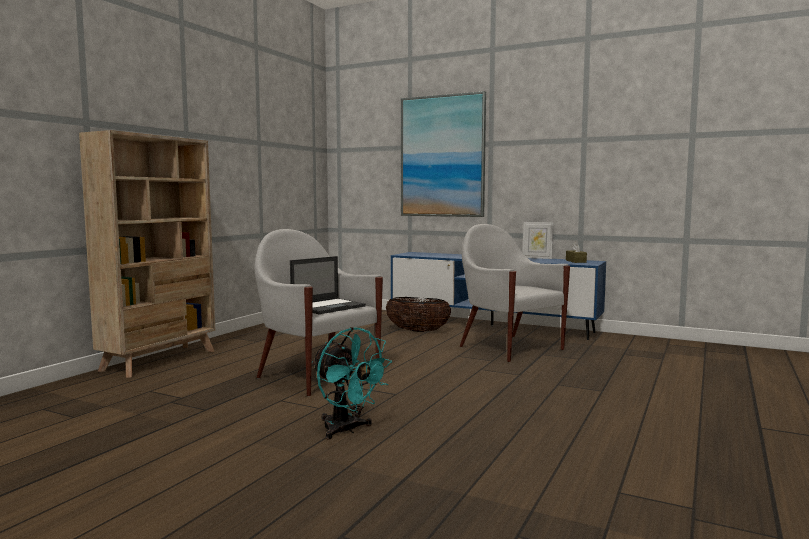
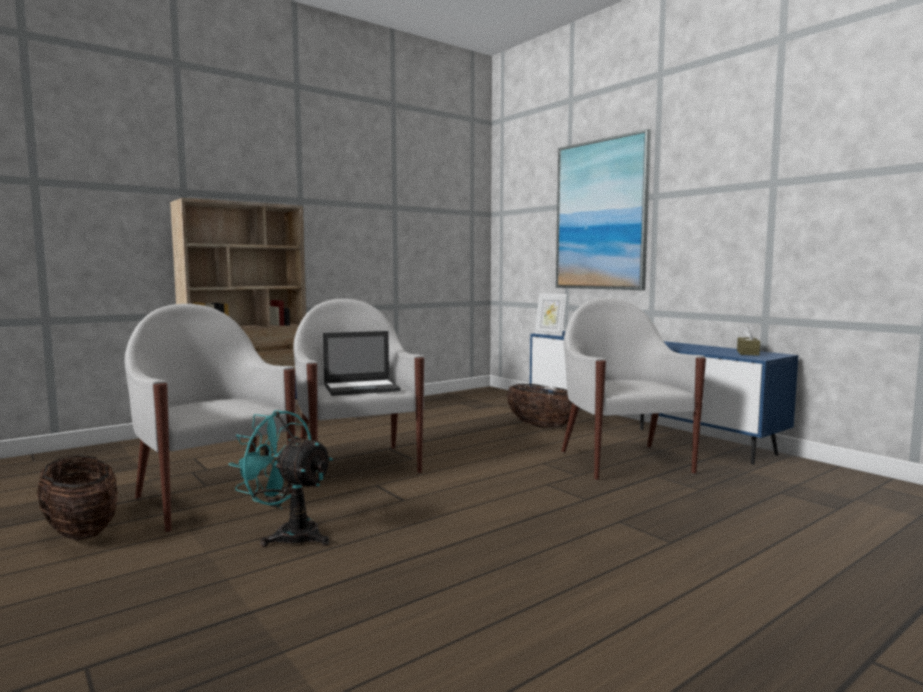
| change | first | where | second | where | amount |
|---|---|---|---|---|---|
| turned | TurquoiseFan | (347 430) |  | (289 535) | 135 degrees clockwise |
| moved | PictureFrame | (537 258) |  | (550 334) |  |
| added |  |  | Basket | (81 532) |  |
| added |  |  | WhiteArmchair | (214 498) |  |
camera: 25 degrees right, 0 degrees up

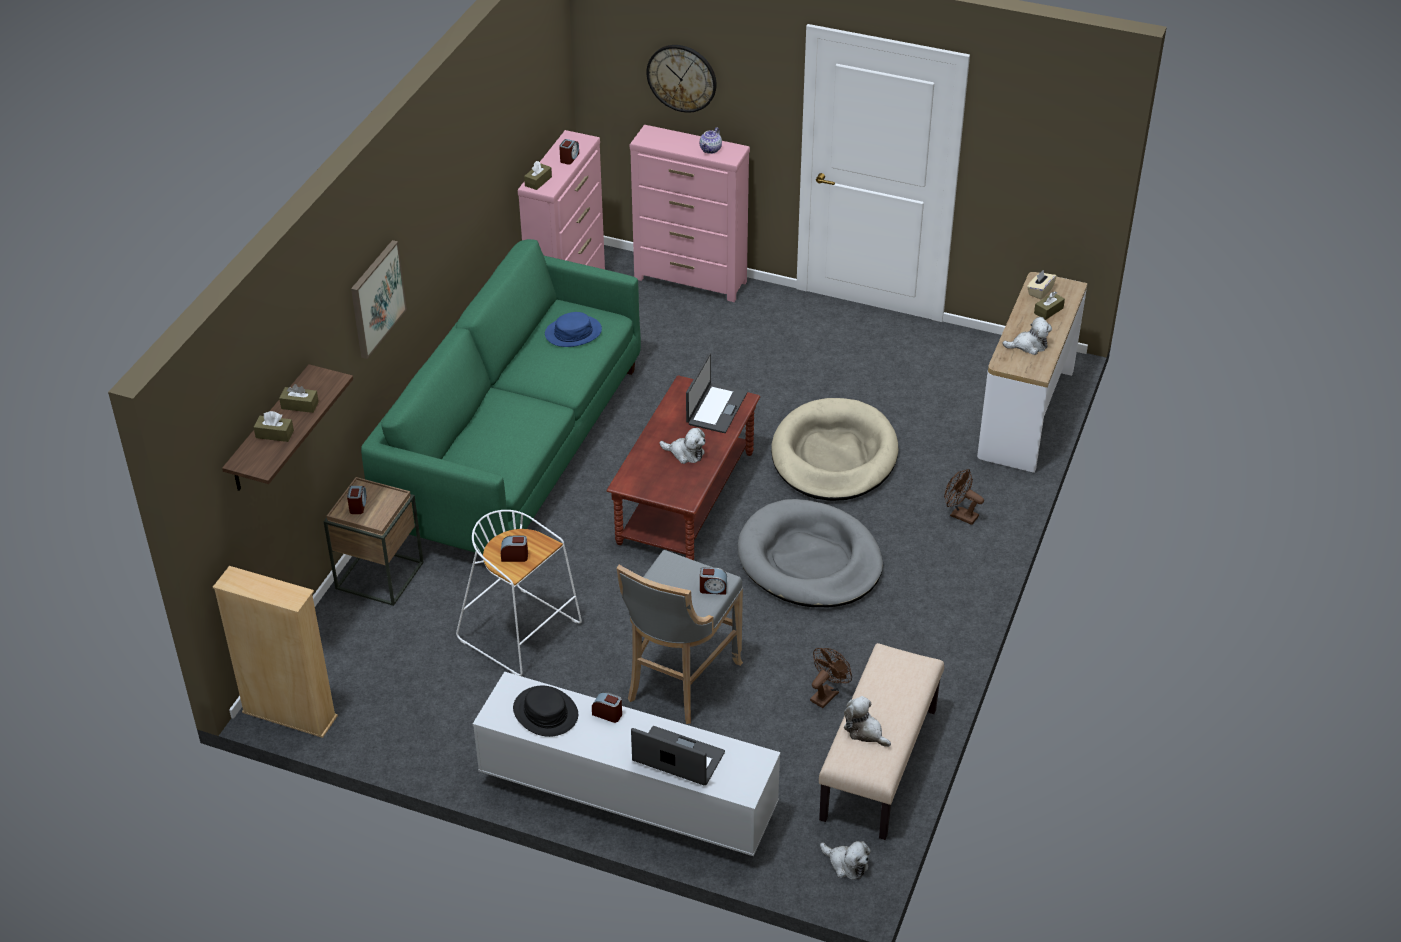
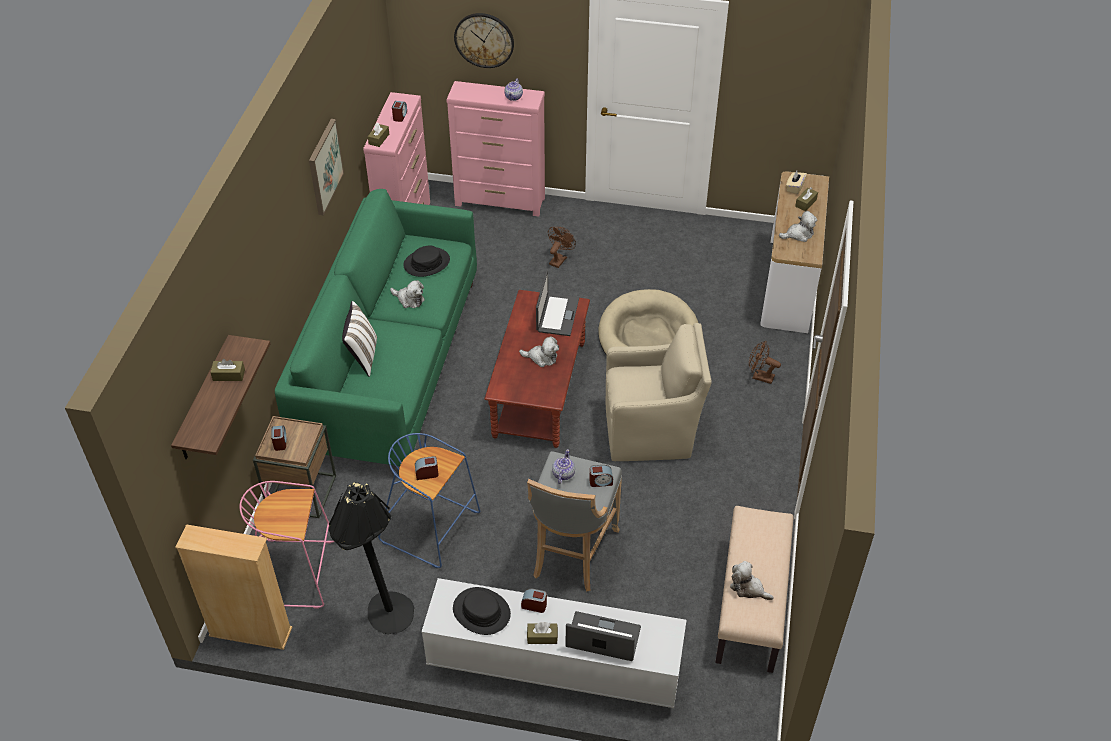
| change | first | where | second | where | amount |
|---|---|---|---|---|---|
| moved | BrownTissueBox | (274 434) |  | (542 637) |  |
| moved | Picture | (376 298) |  | (324 166) |  |
| recoloured | WhiteStool | (522 632) | BlueStool | (432 527) |  |
| recoloured | BlueHat | (573 332) | BlackHat | (426 263) |  |
| replaced | GreyDogBed | (809 560) | BeigeArmchair | (651 431) |  |
| moved | BrownFan | (827 694) |  | (559 259) |  |
| moved | PlushToy | (846 864) |  | (409 299) |  |
| added |  |  | PinkStool | (295 572) |  |
| added |  |  | BlackFloorLamp | (382 621) |  |
| added |  |  | WhitePillow | (362 356) |  |
| added |  |  | Teapot | (563 474) |  |
camera: 10 degrees left, 5 degrees up

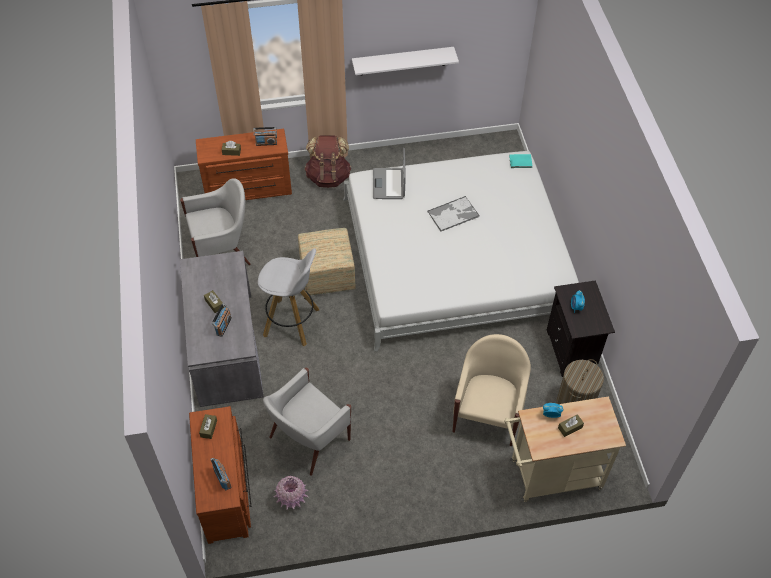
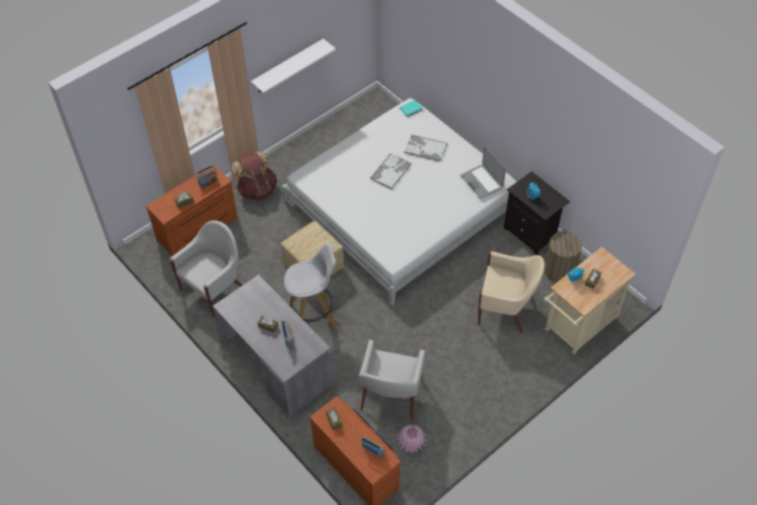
| change | first | where | second | where | amount |
|---|---|---|---|---|---|
| moved | Laptop | (389 184) |  | (482 182) |  |
| turned | BeigeArmchair | (488 414) |  | (506 309) | 120 degrees clockwise |
| added |  |  | Tray | (425 148) |  |
camera: 30 degrees left, 0 degrees up

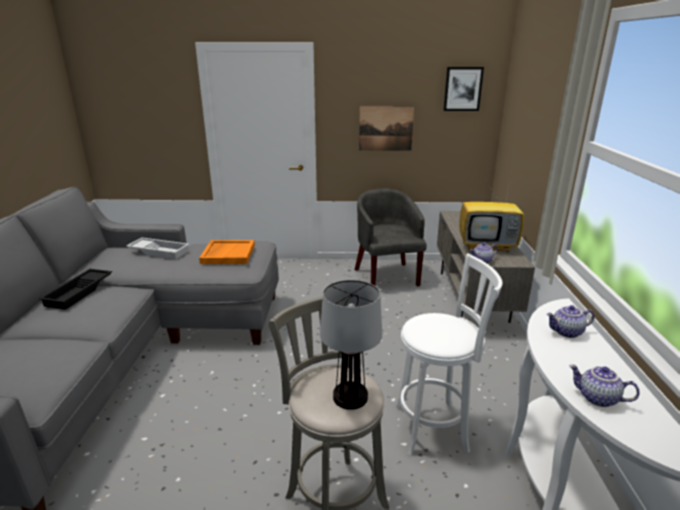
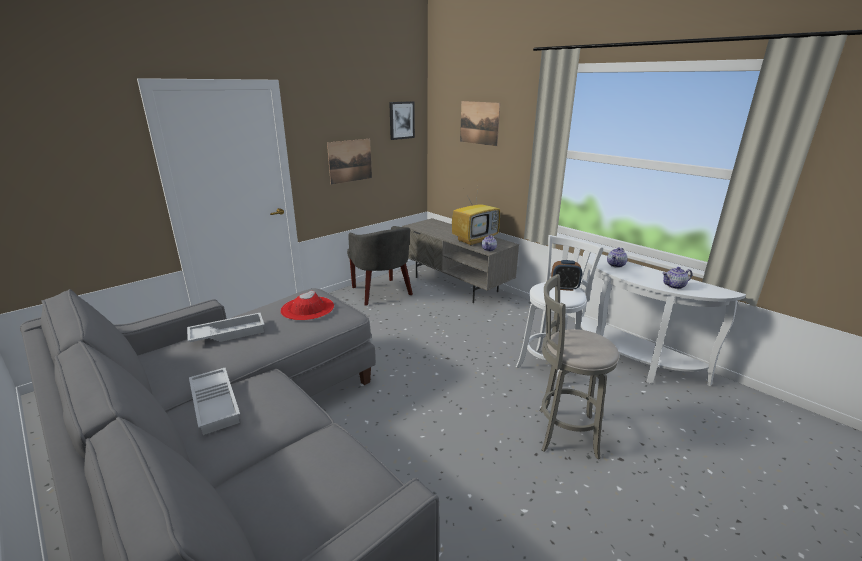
| change | first | where | second | where | amount |
|---|---|---|---|---|---|
| recoloured | BlackTray | (80 292) | WhiteTray | (216 404) |  |
| replaced | OrangeTray | (228 254) | RedHat | (307 308) |  |
| removed | TableLamp | (349 397) |  |  |  |
| turned | GreyArmchair | (386 275) |  | (381 292) | 150 degrees counterclockwise |
| added |  |  | Picture | (479 123) |  |
| added |  |  | AlarmClock | (564 288) |  |
camera: 45 degrees left, 0 degrees up

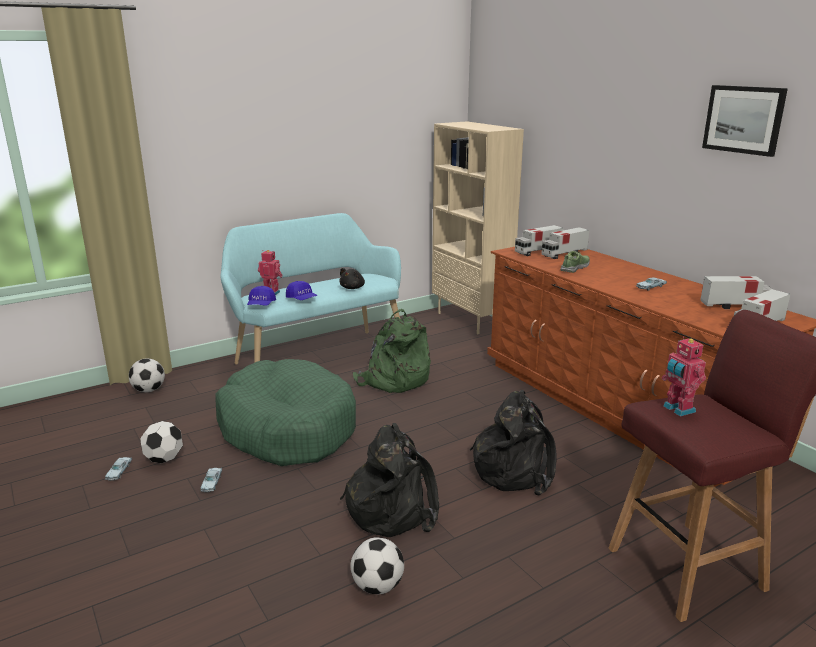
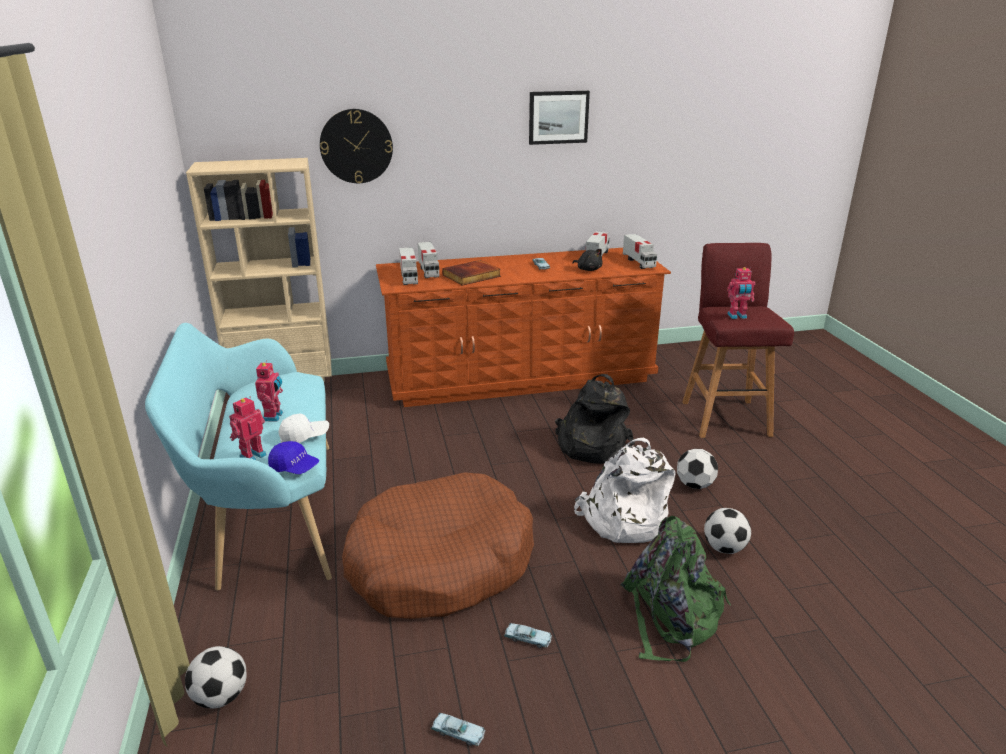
| change | first | where | second | where | amount |
|---|---|---|---|---|---|
| moved | Football | (164 459) |  | (694 485) |  |
| recoloured | GreenDogBed | (287 428) | BrownDogBed | (440 563) |  |
| recoloured | BlueCap | (302 299) | WhiteCap | (304 436) |  |
| moved | BlackPlushToy | (353 288) |  | (588 269) |  |
| recoloured | BlackBackpack | (392 508) | WhiteBackpack | (622 520) |  |
| moved | GreenBackpack | (394 380) |  | (671 617) |  |
| replaced | Shoe | (575 268) | Book | (471 276) |  |
| added |  |  | ToyRobot | (274 416) |  |
| added |  |  | WallClock | (356 146) |  |
camera: 70 degrees left, 5 degrees up

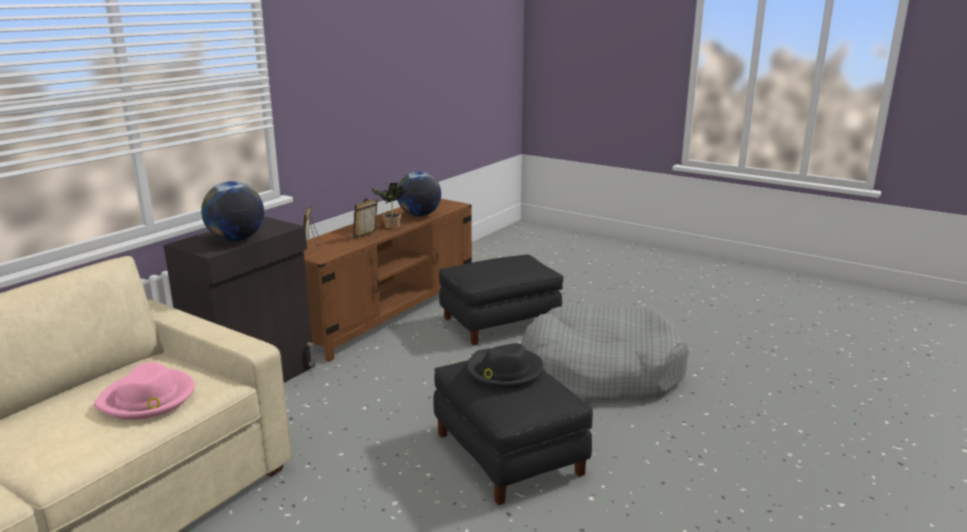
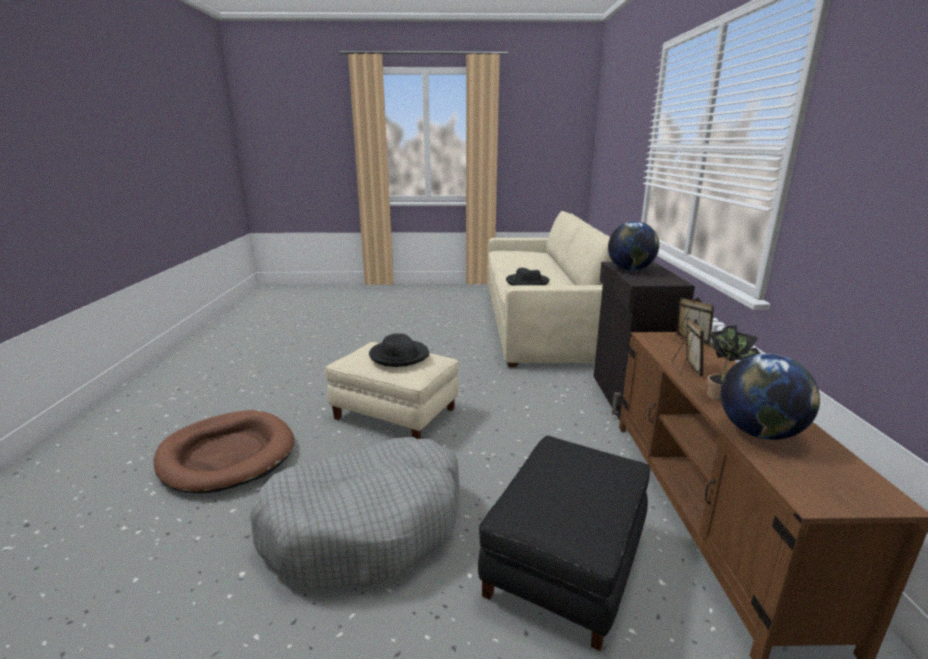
| change | first | where | second | where | amount |
|---|---|---|---|---|---|
| recoloured | PinkHat | (148 398) | BlackHat | (527 282) |  |
| recoloured | BlackOttoman | (509 453) | BeigeOttoman | (394 414) |  |
| added |  |  | BrownDogBed | (227 455) |  |
camera: 145 degrees right, 0 degrees up

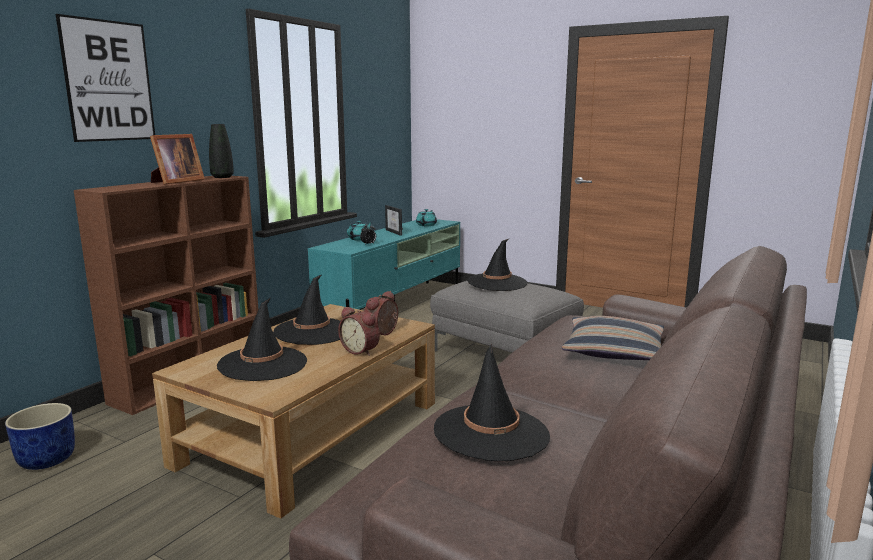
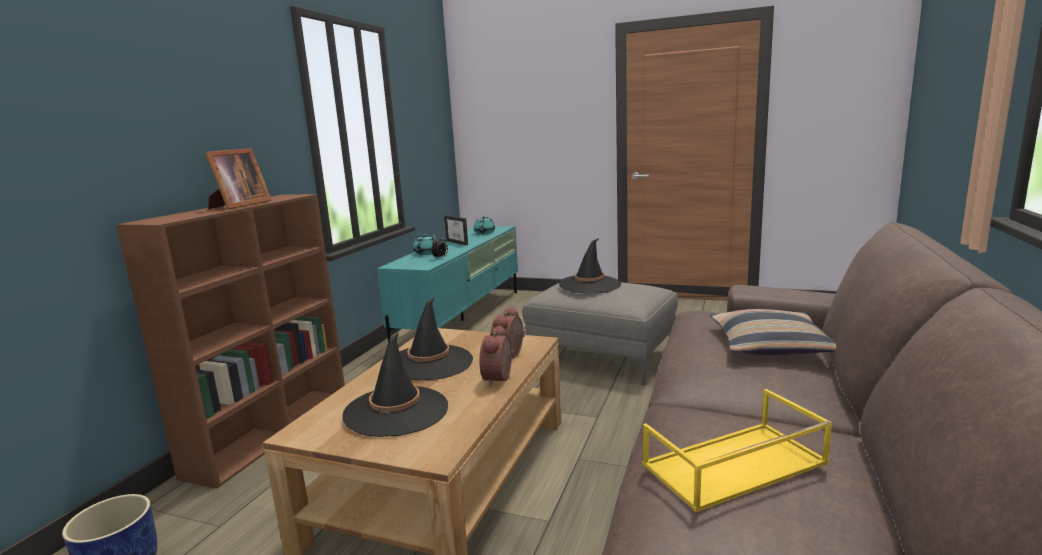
| change | first | where | second | where | amount |
|---|---|---|---|---|---|
| removed | Picture | (108 81) |  |  |  |
| removed | BlackVase | (222 177) |  |  |  |
| turned | AlarmClock | (361 350) |  | (500 378) | 75 degrees clockwise |
| replaced | BlackHat | (491 433) | YellowTray | (734 465) |  |
camera: 10 degrees left, 0 degrees up

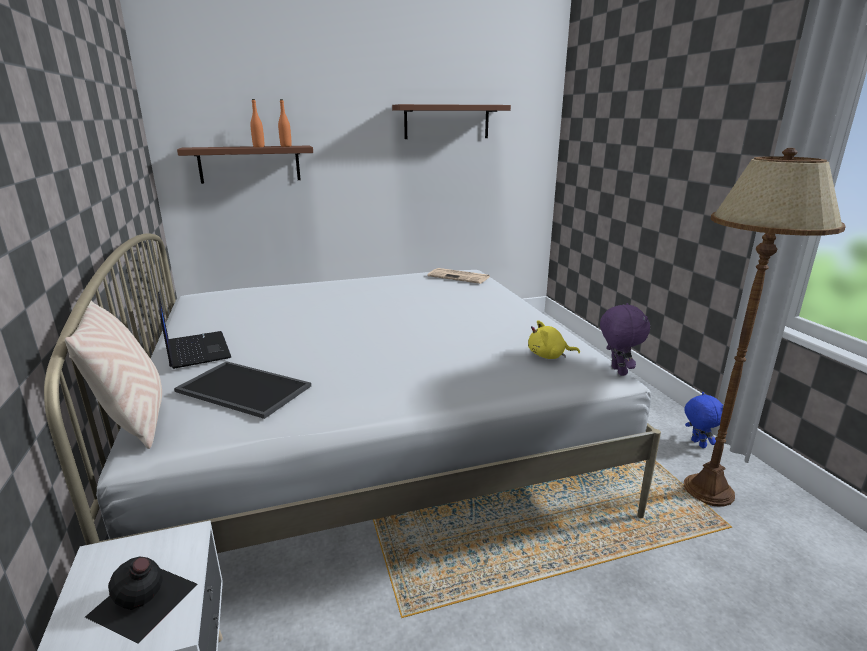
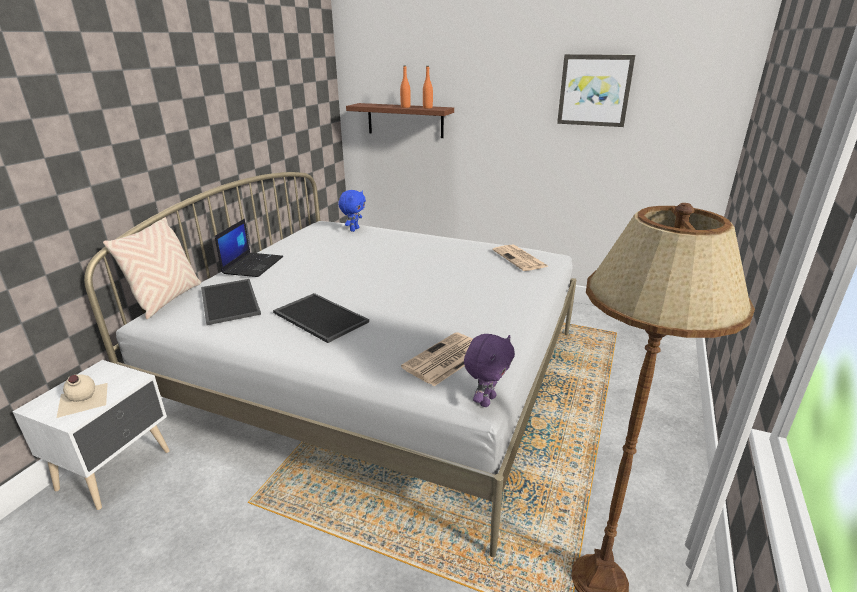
| change | first | where | second | where | amount |
|---|---|---|---|---|---|
| recoloured | BlackBottle | (142 601) | BeigeBottle | (82 400) |  |
| replaced | BrownShelf | (447 122) | Picture | (594 90) |  |
| replaced | YellowPlushToy | (549 356) | Newspaper | (445 360) |  |
| moved | BluePlushToy | (697 444) |  | (354 229) |  |
| added |  |  | Tray | (318 317) |  |
camera: 40 degrees right, 5 degrees up

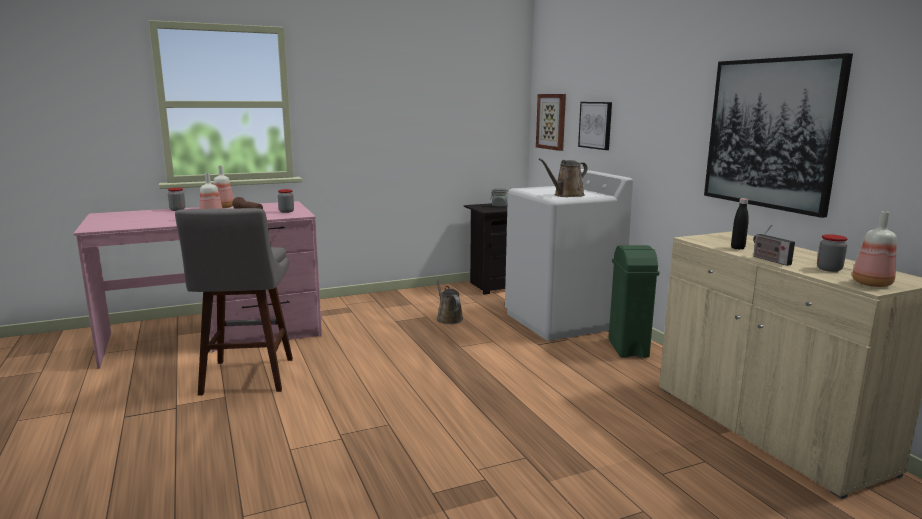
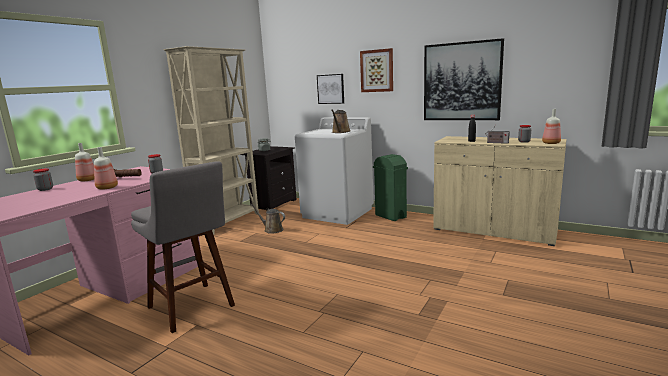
| change | first | where | second | where | amount |
|---|---|---|---|---|---|
| moved | Picture | (552 121) |  | (377 71) |  |
| added |  |  | BeigeBookcase | (228 222) |  |
camera: 35 degrees left, 0 degrees up

